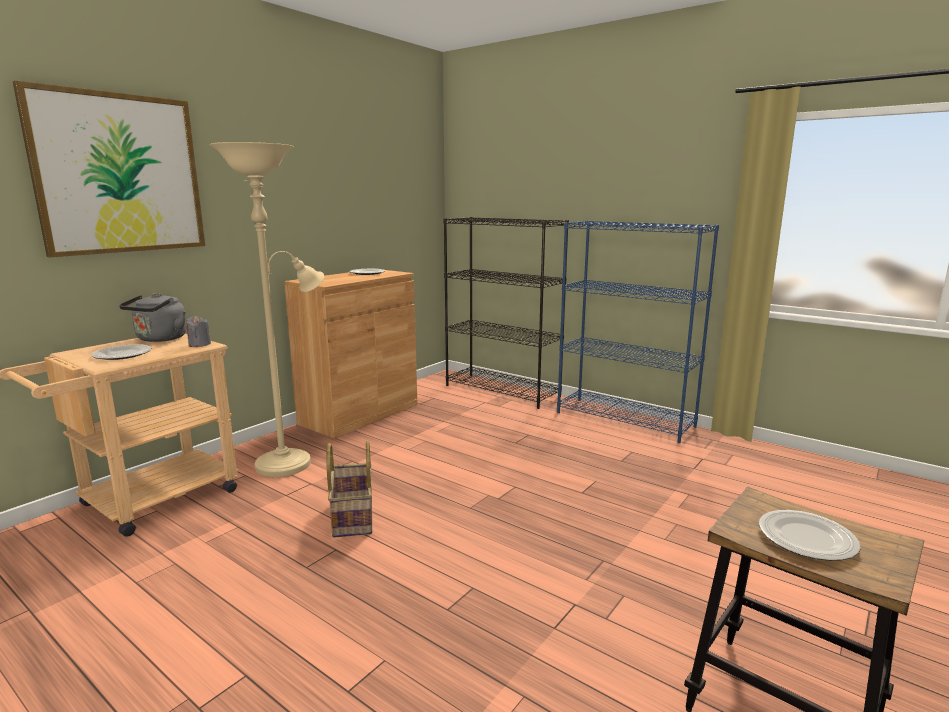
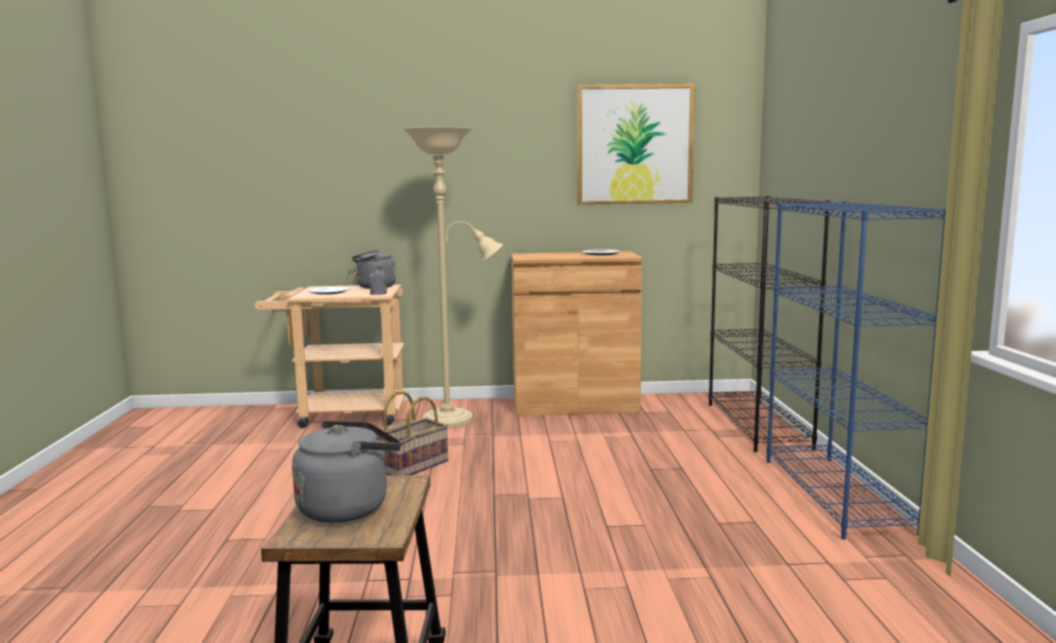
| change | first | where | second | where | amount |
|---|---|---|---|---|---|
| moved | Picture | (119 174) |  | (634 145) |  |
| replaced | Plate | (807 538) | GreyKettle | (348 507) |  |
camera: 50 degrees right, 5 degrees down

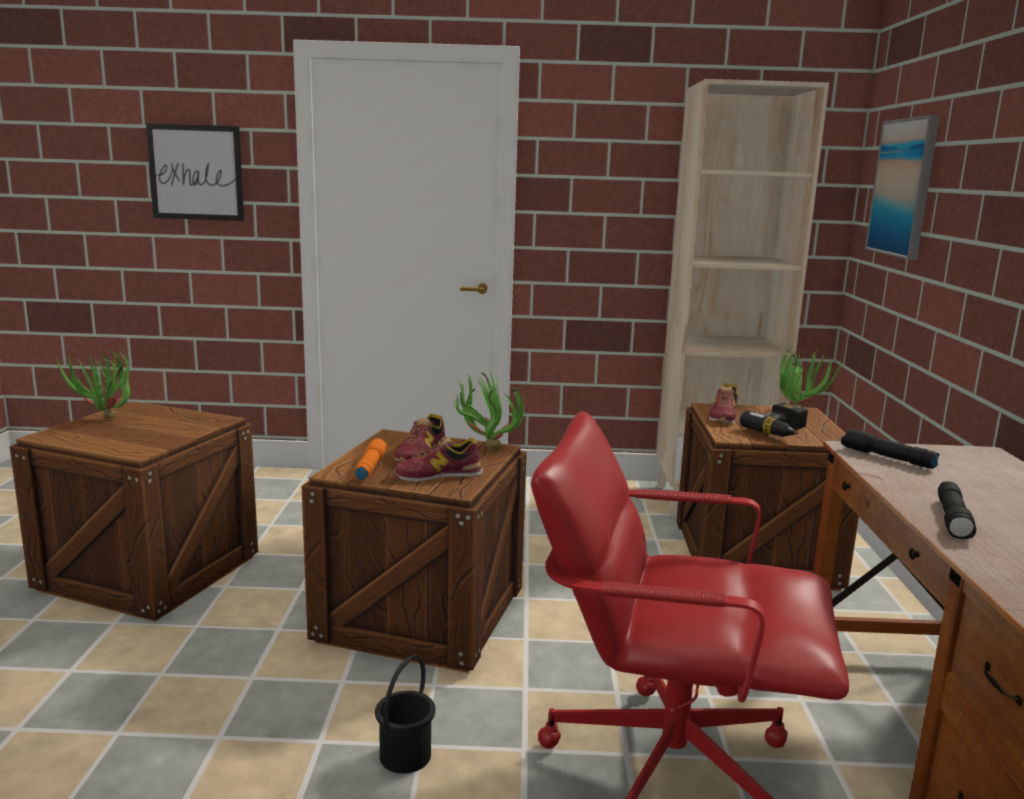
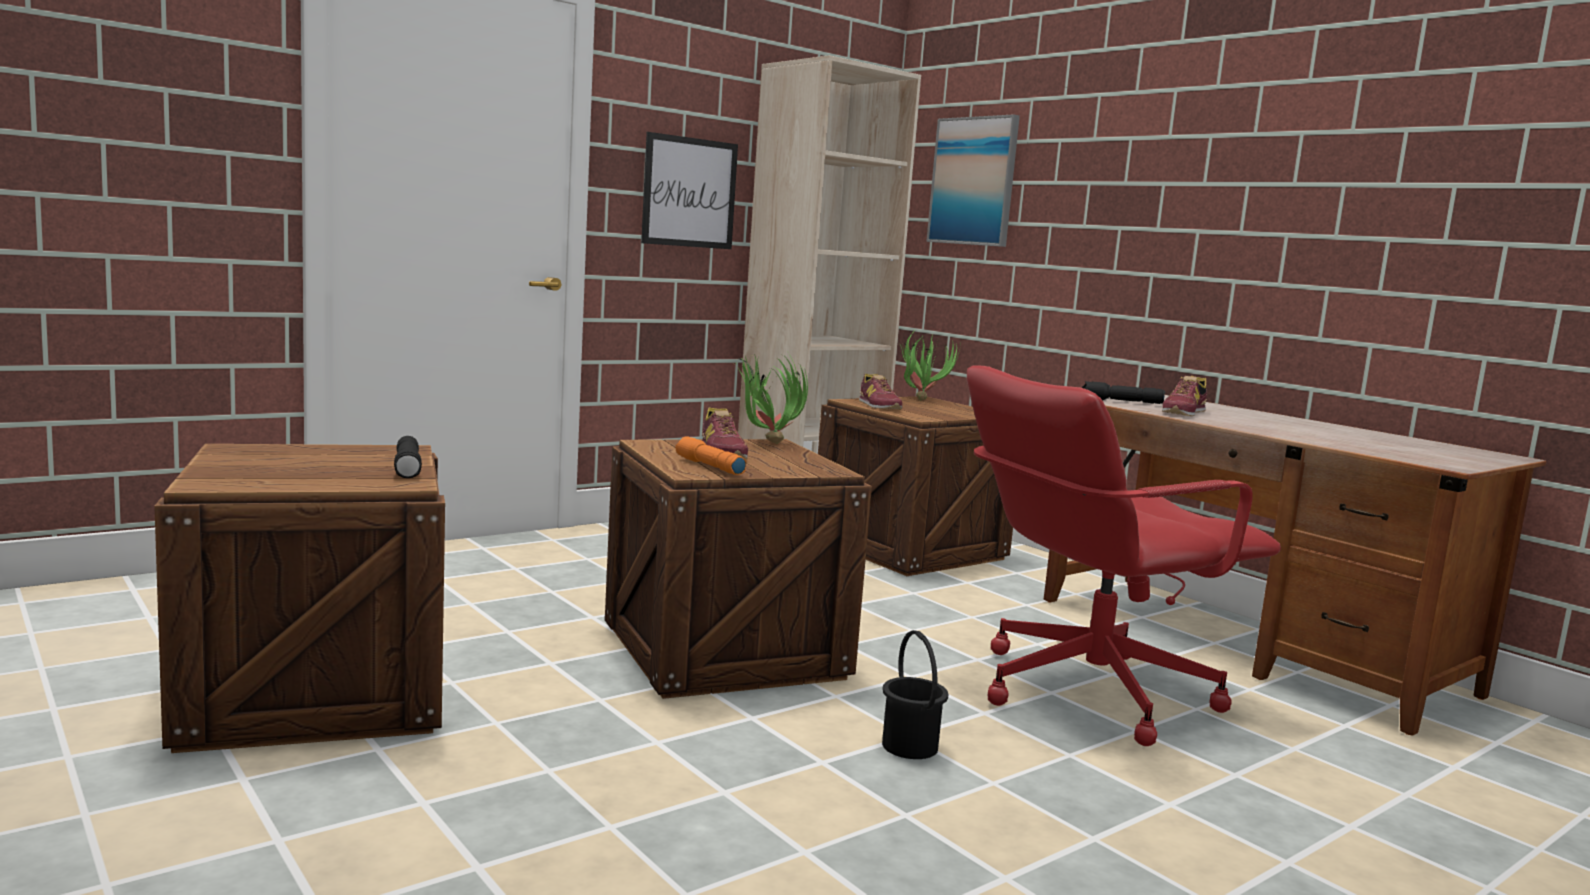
| change | first | where | second | where | amount |
|---|---|---|---|---|---|
| removed | PottedPlant | (106 421) |  |  |  |
| moved | Picture | (196 172) |  | (689 192) |  |
| moved | Shoe | (439 475) |  | (1184 412) |  |
| removed | PowerDrill | (781 432) |  |  |  |
| moved | BlackFlashlight | (953 520) |  | (408 467) |  |
camera: 40 degrees left, 5 degrees down

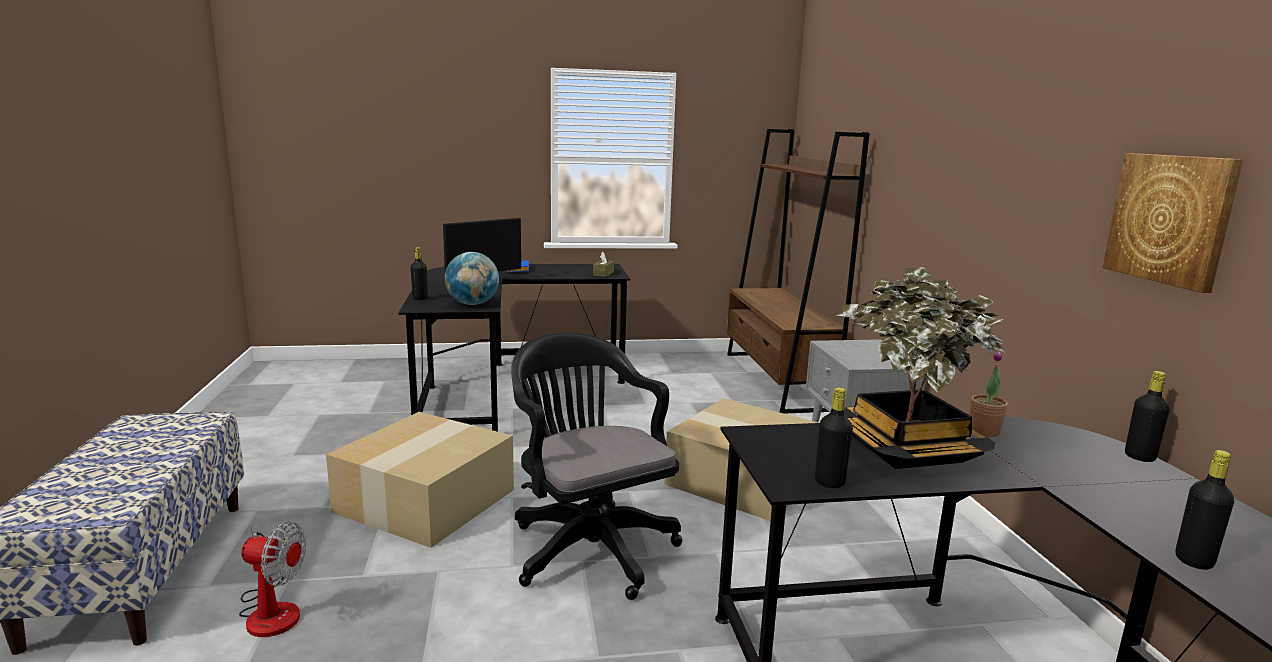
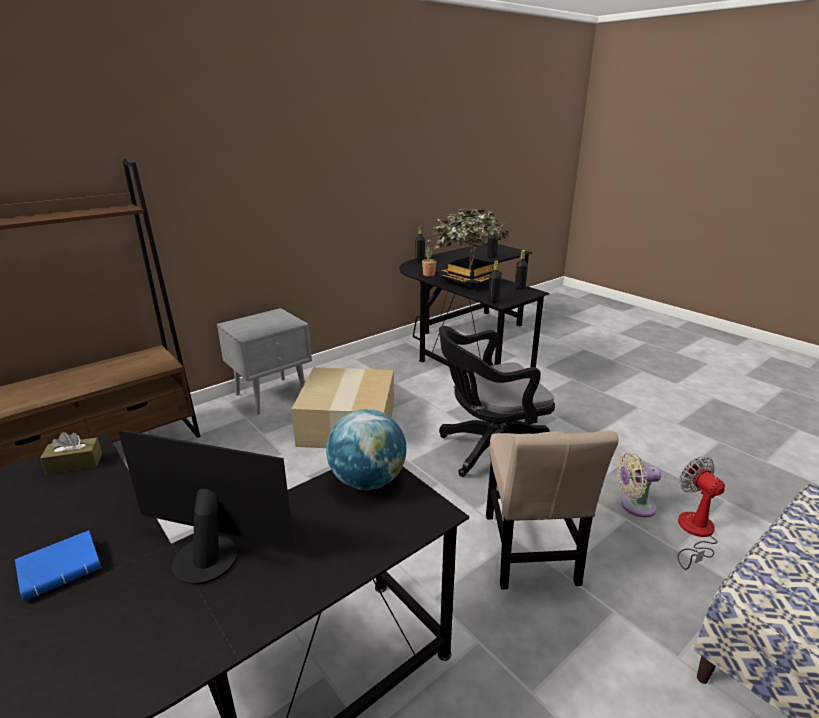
| change | first | where | second | where | amount |
|---|---|---|---|---|---|
| replaced | CardboardBox | (425 499) | BeigeChair | (530 553) |  |
| moved | BlackBottle | (420 298) |  | (493 301) |  |
| turned | BlackOfficeChair | (588 546) |  | (489 451) | 45 degrees clockwise |
| removed | Picture | (1170 219) |  |  |  |
| added |  |  | BeigeFan | (634 506) |  |
camera: 120 degrees left, 10 degrees up

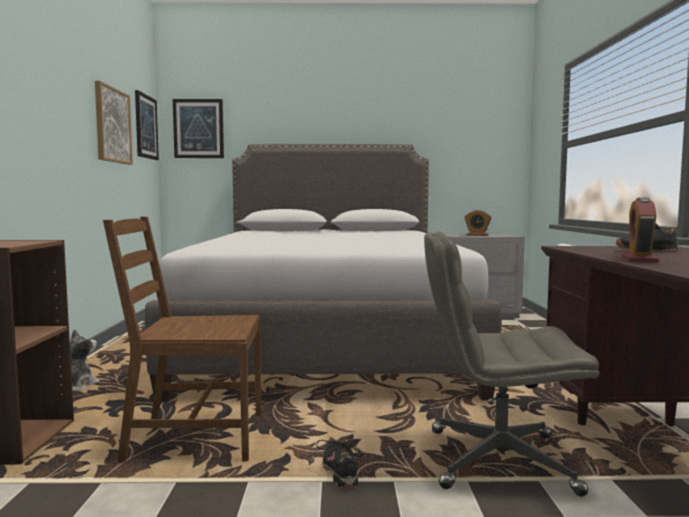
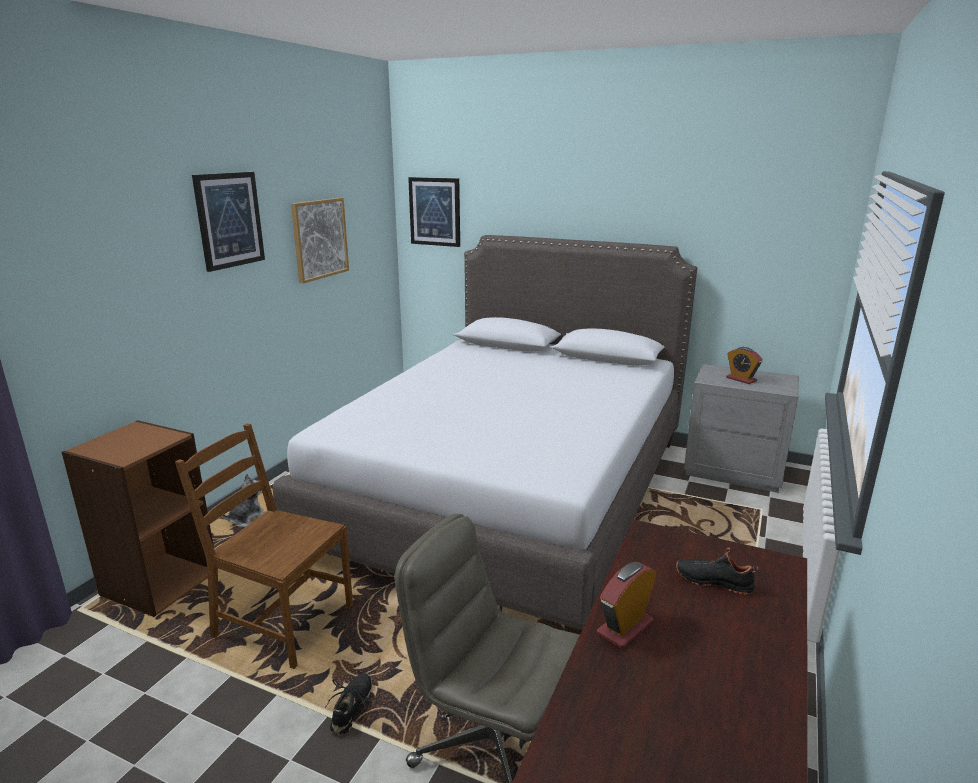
| change | first | where | second | where | amount |
|---|---|---|---|---|---|
| moved | Picture | (145 127) |  | (229 220) |  |
camera: 25 degrees right, 15 degrees up

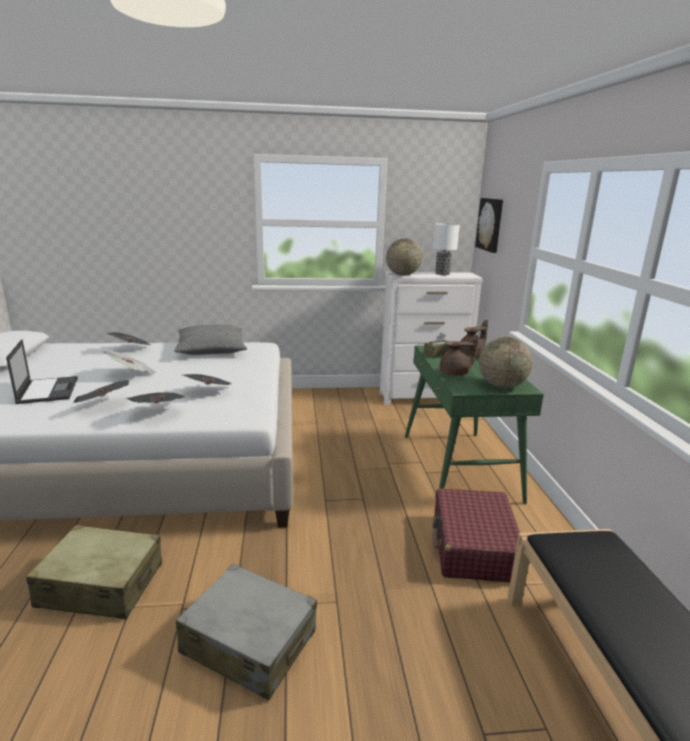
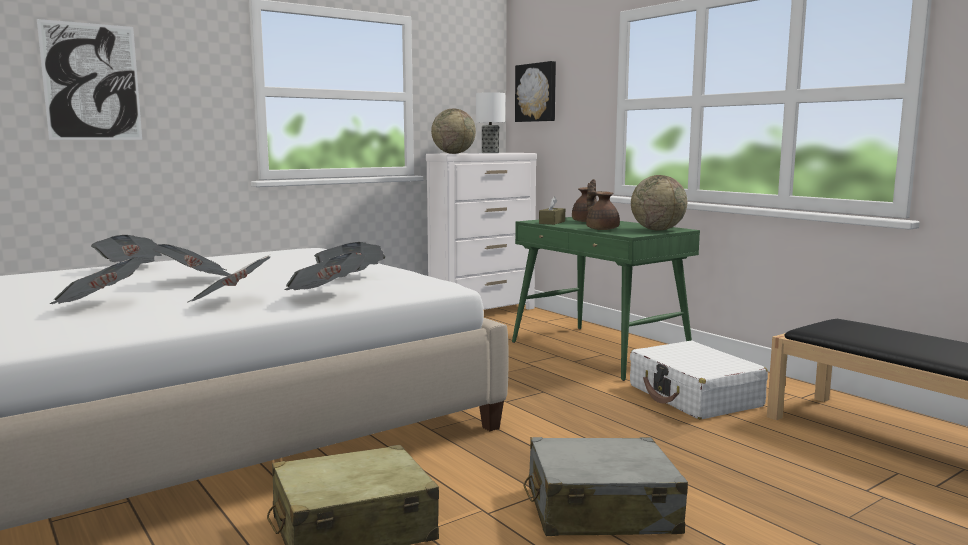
| change | first | where | second | where | amount |
|---|---|---|---|---|---|
| replaced | Laptop | (48 390) | Newspaper | (99 304) |  |
| removed | GreyPillow | (211 349) |  |  |  |
| recoloured | RedSuitcase | (474 547) | WhiteSuitcase | (694 396) |  |
| turned | BrownTeapot | (455 374) |  | (601 229) | 75 degrees counterclockwise |
| added |  |  | Picture | (91 82) |  |
camera: 30 degrees left, 10 degrees down

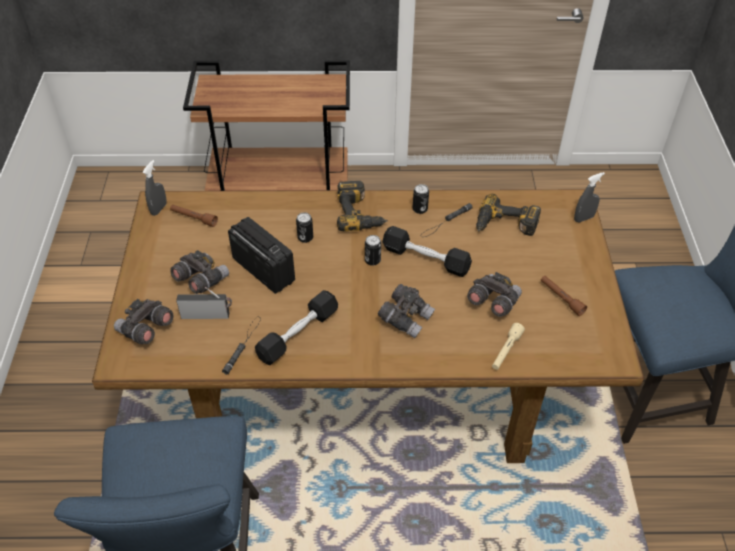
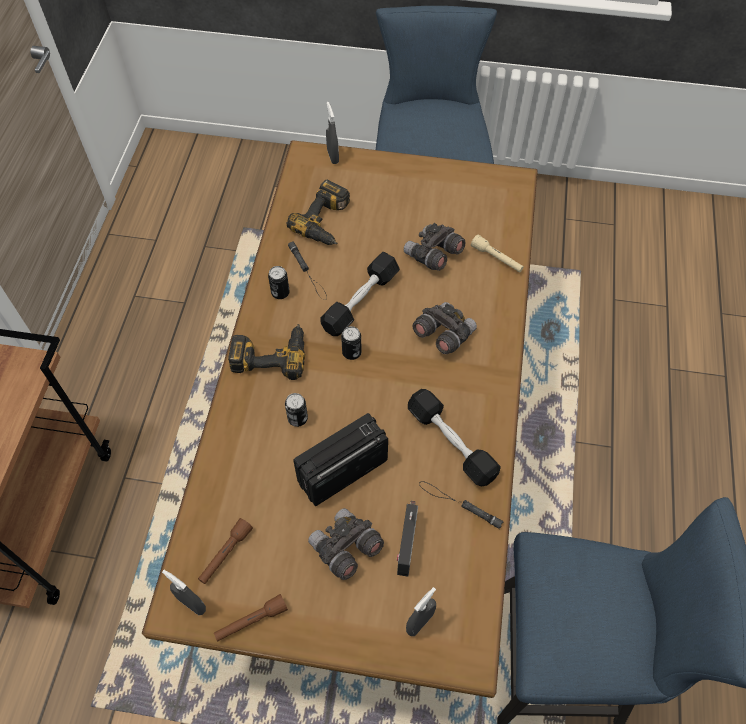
| change | first | where | second | where | amount |
|---|---|---|---|---|---|
| replaced | GreyBinoculars | (145 330) | GreySprayBottle | (419 622) |  |
| moved | BrownFlashlight | (561 298) |  | (251 621) |  |
camera: 80 degrees left, 10 degrees up

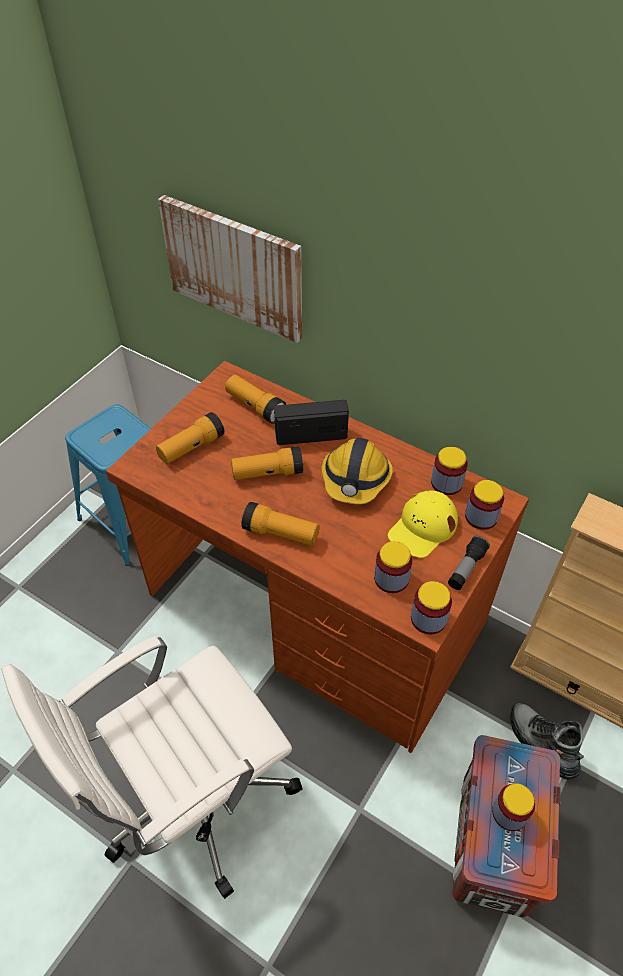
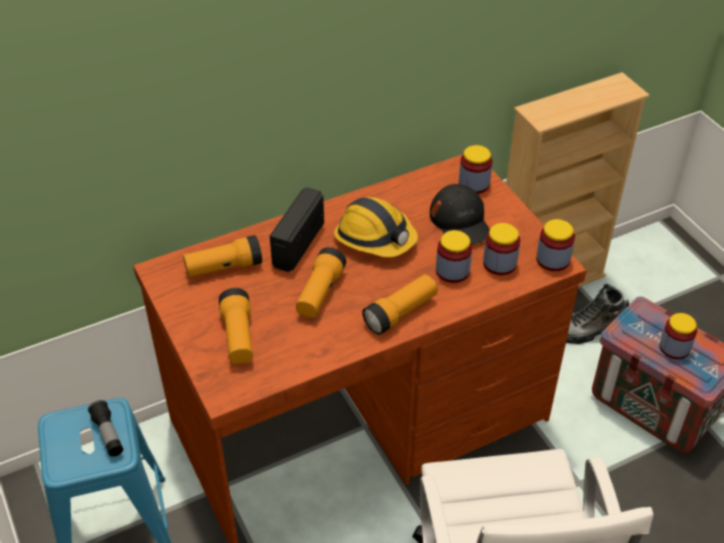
| change | first | where | second | where | amount |
|---|---|---|---|---|---|
| removed | Picture | (234 267) |  |  |  |
| recoloured | YellowCap | (422 528) | BlackCap | (460 221) |  |
| moved | Jar | (446 483) |  | (452 271) |  |
| moved | Flashlight | (466 568) |  | (108 434) |  |
camera: 60 degrees left, 5 degrees down

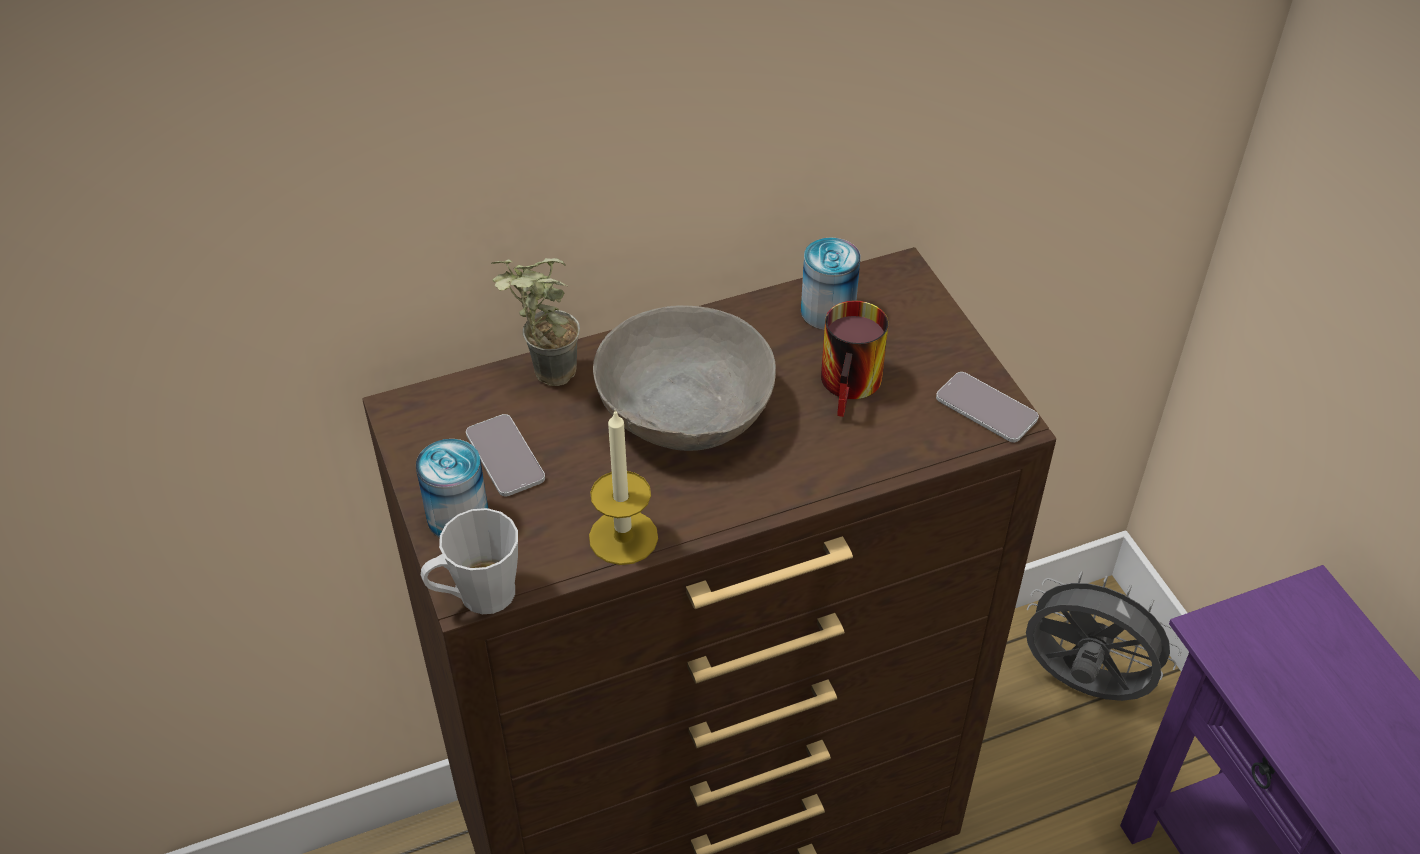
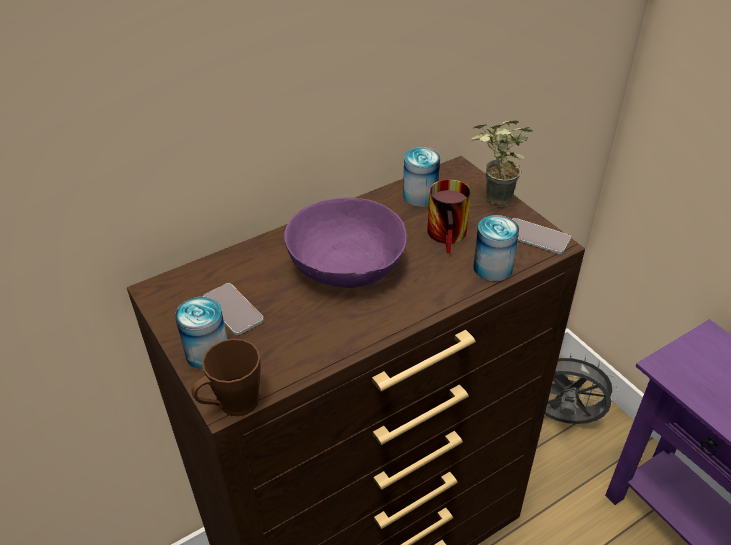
| change | first | where | second | where | amount |
|---|---|---|---|---|---|
| recoloured | GreyMug | (477 596) | BrownMug | (232 404) |  |
| moved | PottedPlant | (542 375) |  | (491 202) |  |
| removed | Candle | (623 537) |  |  |  |
| recoloured | GreyBowl | (686 408) | PurpleBowl | (347 263) |  |
| added |  |  | Can | (493 268) |  |
camera: 10 degrees left, 5 degrees down

